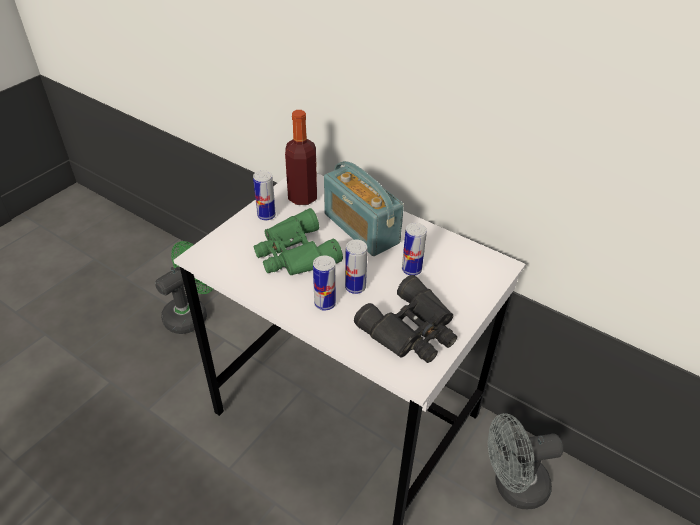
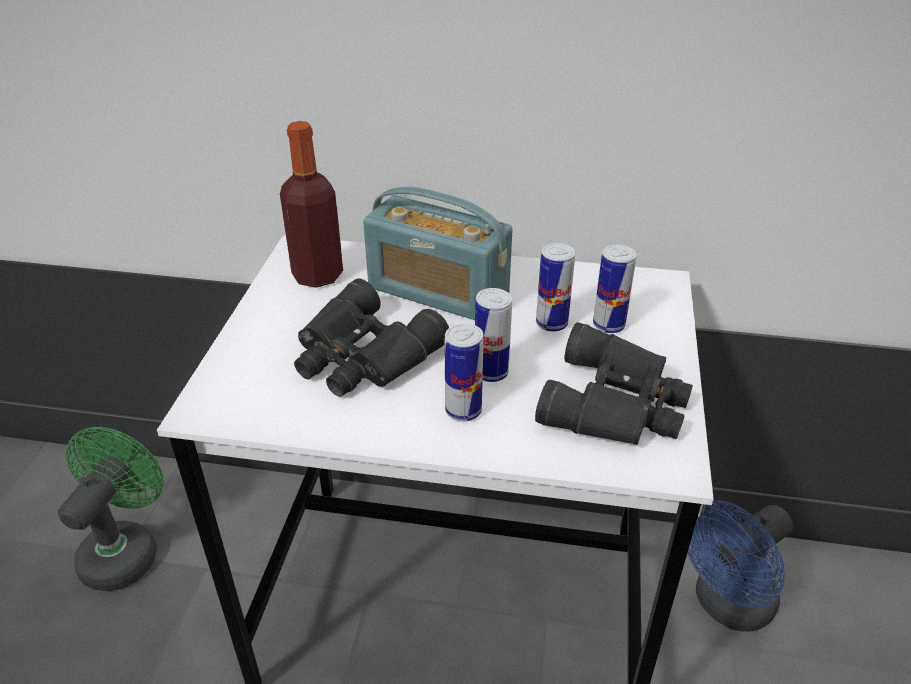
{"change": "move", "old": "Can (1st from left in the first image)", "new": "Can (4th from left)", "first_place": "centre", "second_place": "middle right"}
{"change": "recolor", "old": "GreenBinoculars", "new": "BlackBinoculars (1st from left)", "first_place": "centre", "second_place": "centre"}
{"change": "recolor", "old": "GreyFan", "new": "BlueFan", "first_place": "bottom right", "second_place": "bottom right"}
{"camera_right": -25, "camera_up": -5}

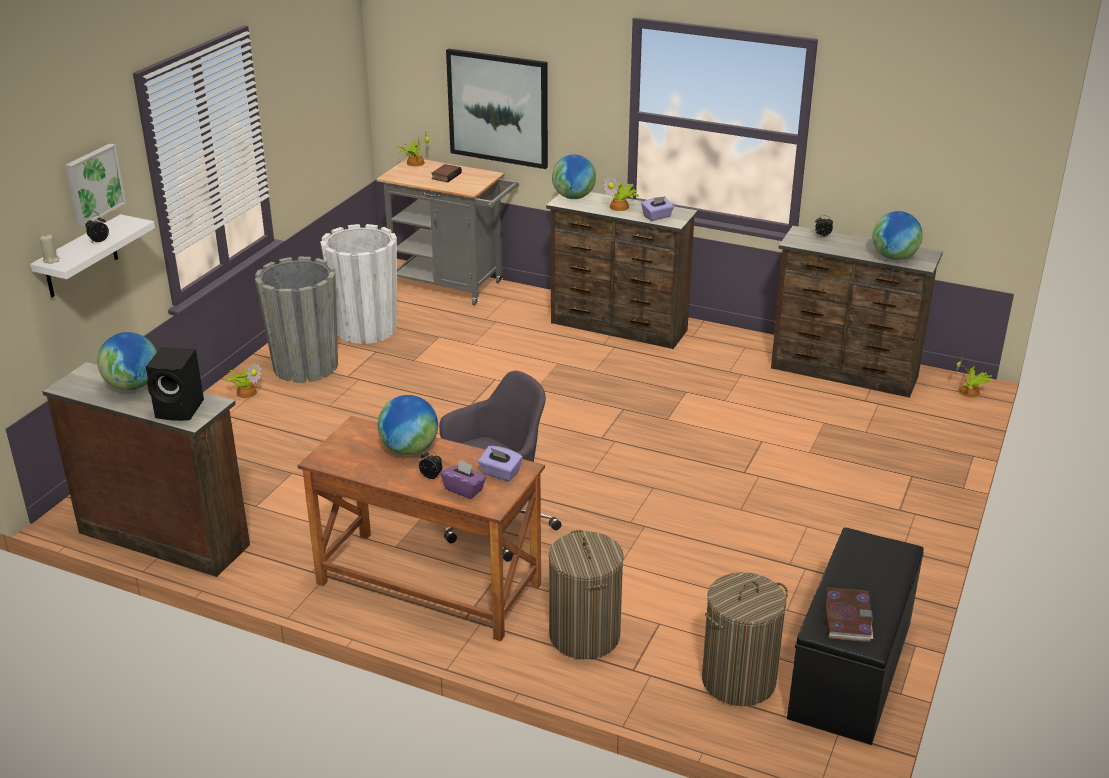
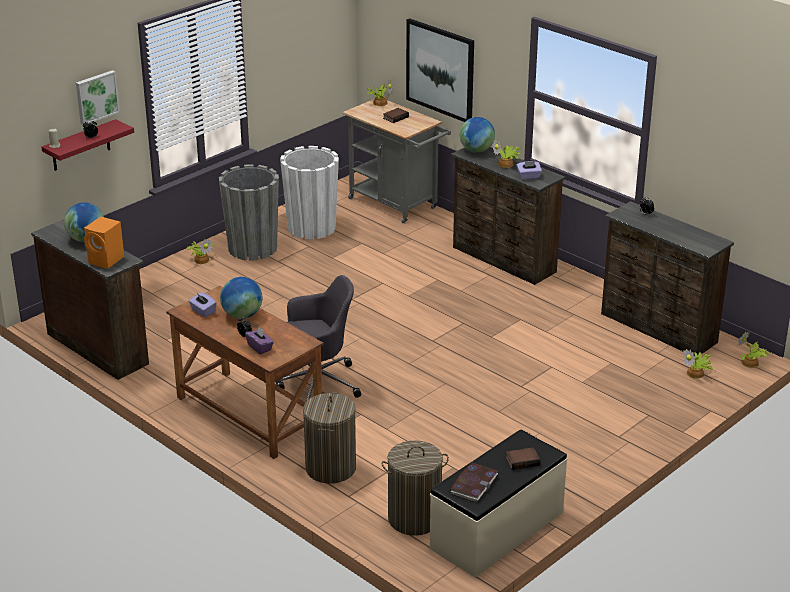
{"change": "delete", "old": "Globe (4th from left)", "first_place": "top right"}
{"change": "recolor", "old": "WhiteShelf", "new": "RedShelf", "first_place": "top left", "second_place": "top left"}
{"change": "recolor", "old": "BlackSpeaker", "new": "OrangeSpeaker", "first_place": "middle left", "second_place": "middle left"}
{"change": "move", "old": "PurpleTissueBox (2nd from left in the first image)", "new": "PurpleTissueBox (1st from left)", "first_place": "centre", "second_place": "middle left"}
{"change": "recolor", "old": "BlackBench", "new": "BeigeBench", "first_place": "bottom right", "second_place": "bottom centre"}
{"change": "insert", "new": "PottedPlant (4th from left)", "second_place": "middle right"}
{"change": "insert", "new": "Book (3rd from left)", "second_place": "bottom centre"}
{"camera_right": 20, "camera_up": 0}

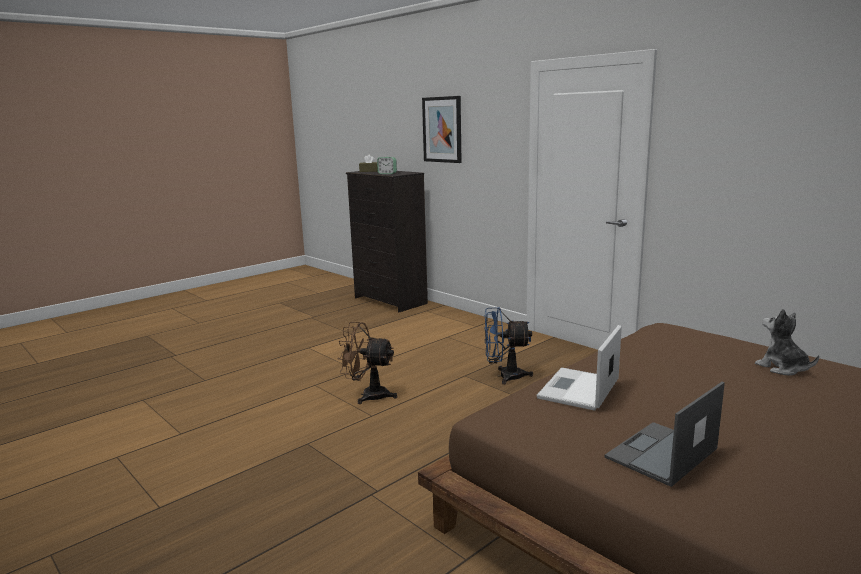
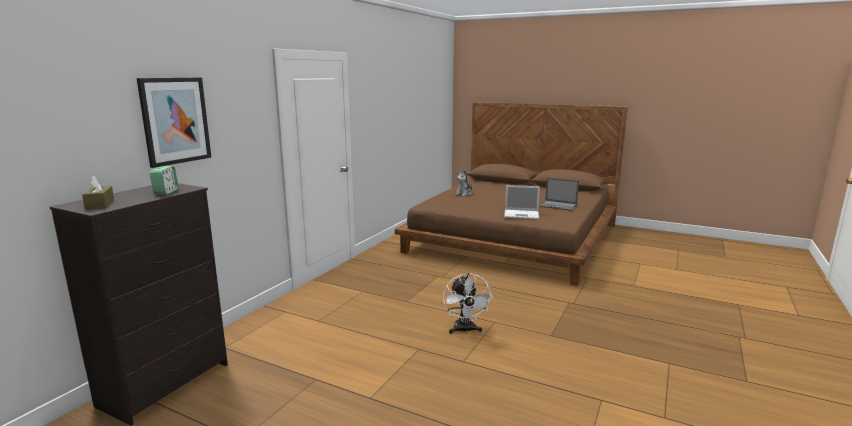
{"change": "delete", "old": "BlueFan", "first_place": "centre"}
{"change": "recolor", "old": "BrownFan", "new": "WhiteFan", "first_place": "centre", "second_place": "bottom centre"}
{"camera_right": -110, "camera_up": 0}

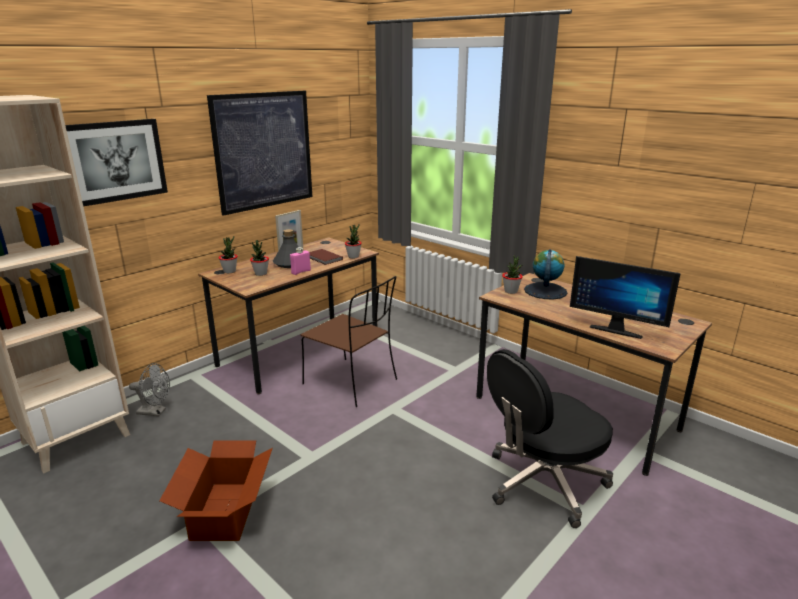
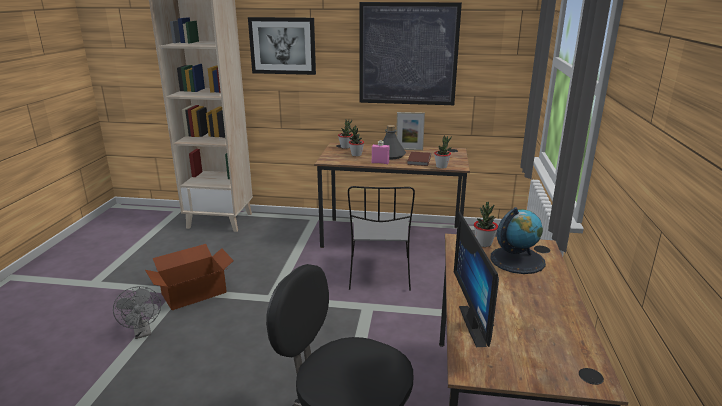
{"change": "recolor", "old": "BrownChair", "new": "GreyChair", "first_place": "centre", "second_place": "centre"}
{"change": "move", "old": "GreyFan", "first_place": "middle left", "second_place": "bottom left"}
{"camera_right": 55, "camera_up": 0}

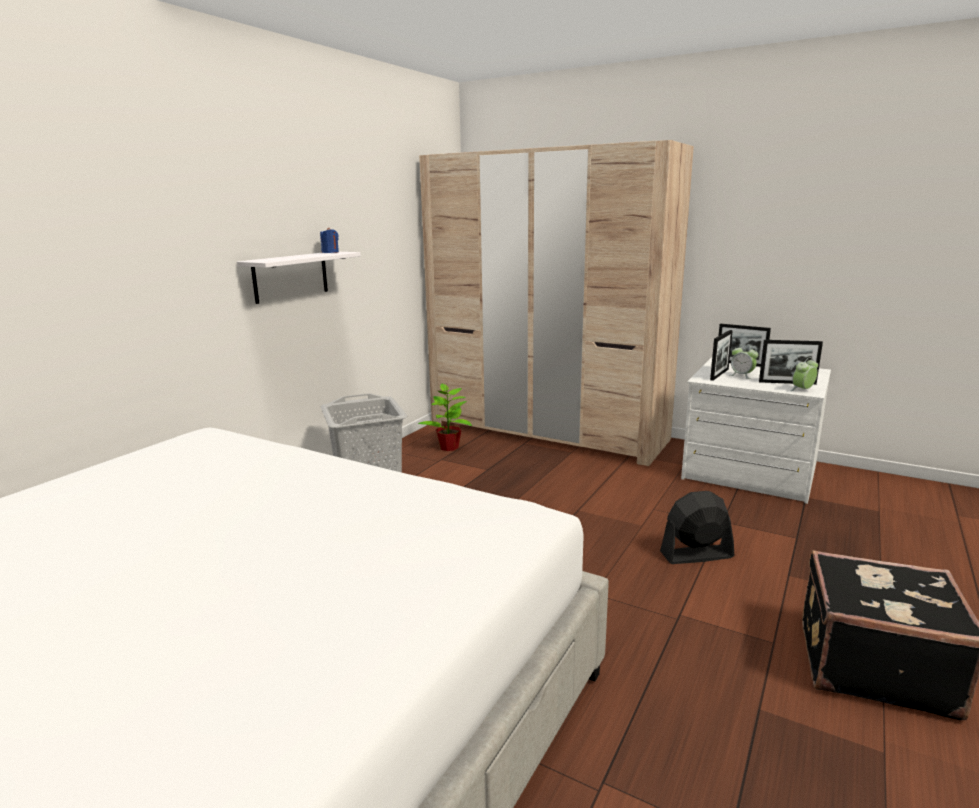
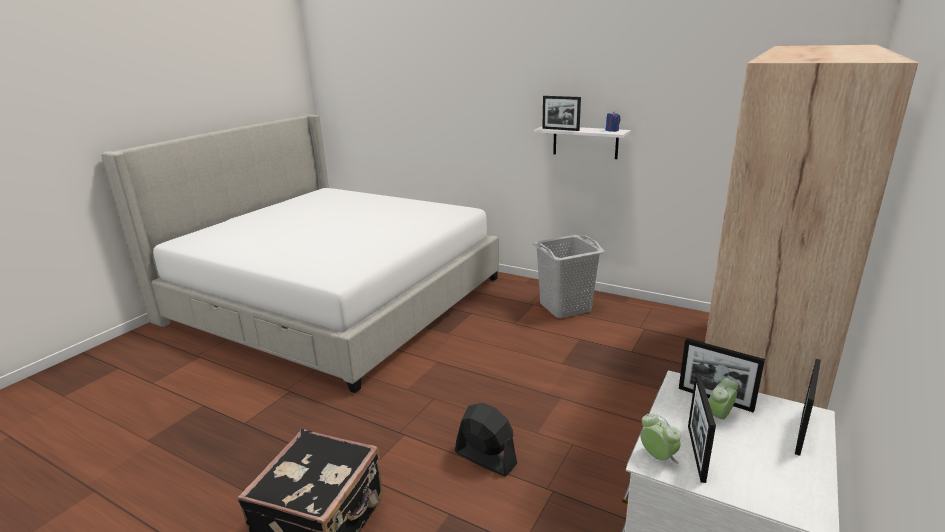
{"change": "delete", "old": "PottedPlant", "first_place": "centre"}
{"change": "rotate", "old": "BlackFan", "first_place": "middle right", "second_place": "bottom centre", "degrees": -45}
{"change": "insert", "new": "PictureFrame (1st from left)", "second_place": "top centre"}
{"camera_right": 90, "camera_up": 5}

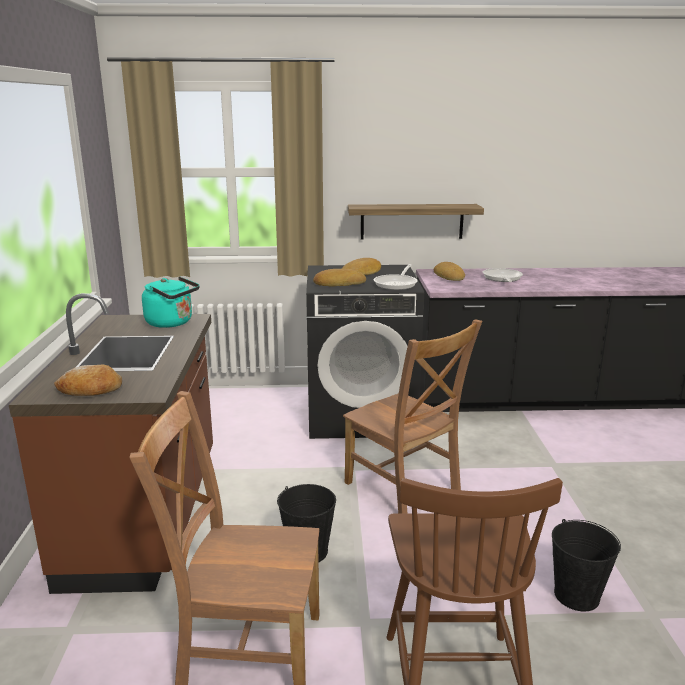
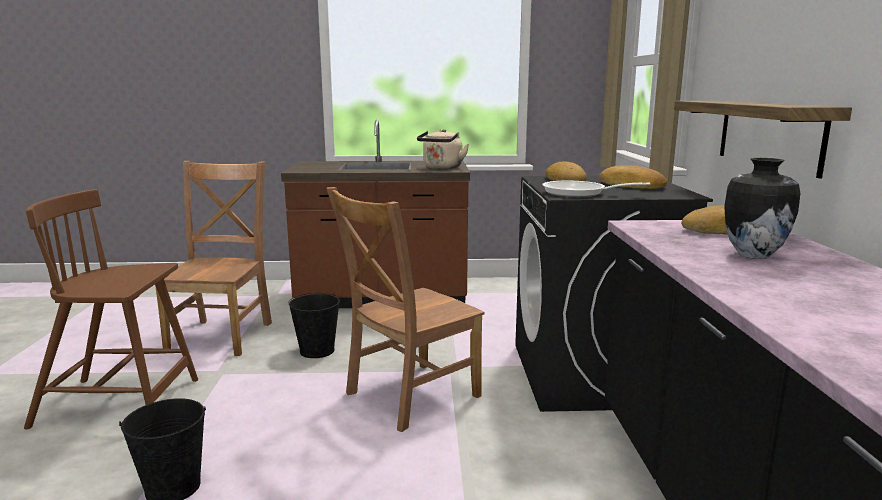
{"change": "replace", "old": "FryingPan (2nd from left)", "new": "Vase", "first_place": "middle right", "second_place": "middle right"}
{"change": "recolor", "old": "TurquoiseKettle", "new": "BeigeKettle", "first_place": "middle left", "second_place": "top centre"}
{"change": "delete", "old": "Bread (1st from left)", "first_place": "middle left"}
{"camera_right": 90, "camera_up": -5}

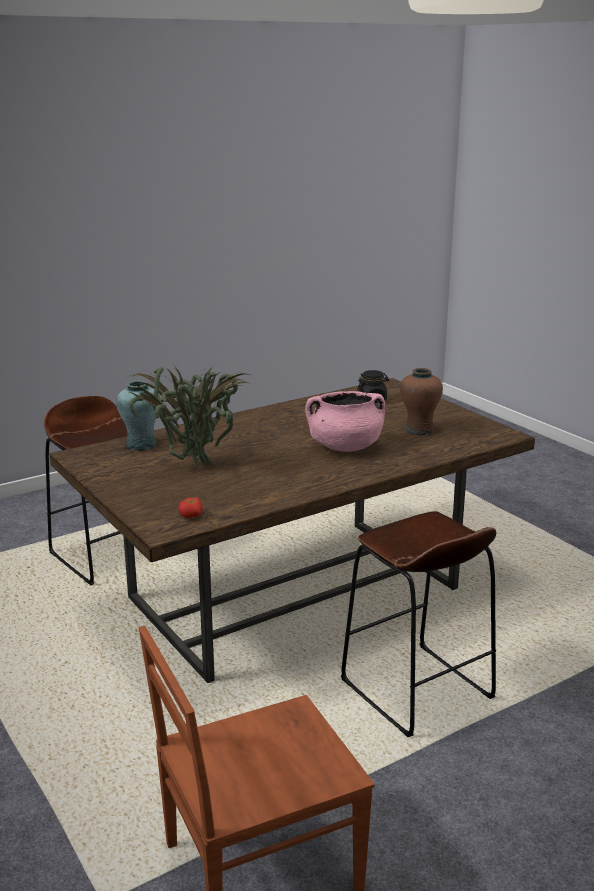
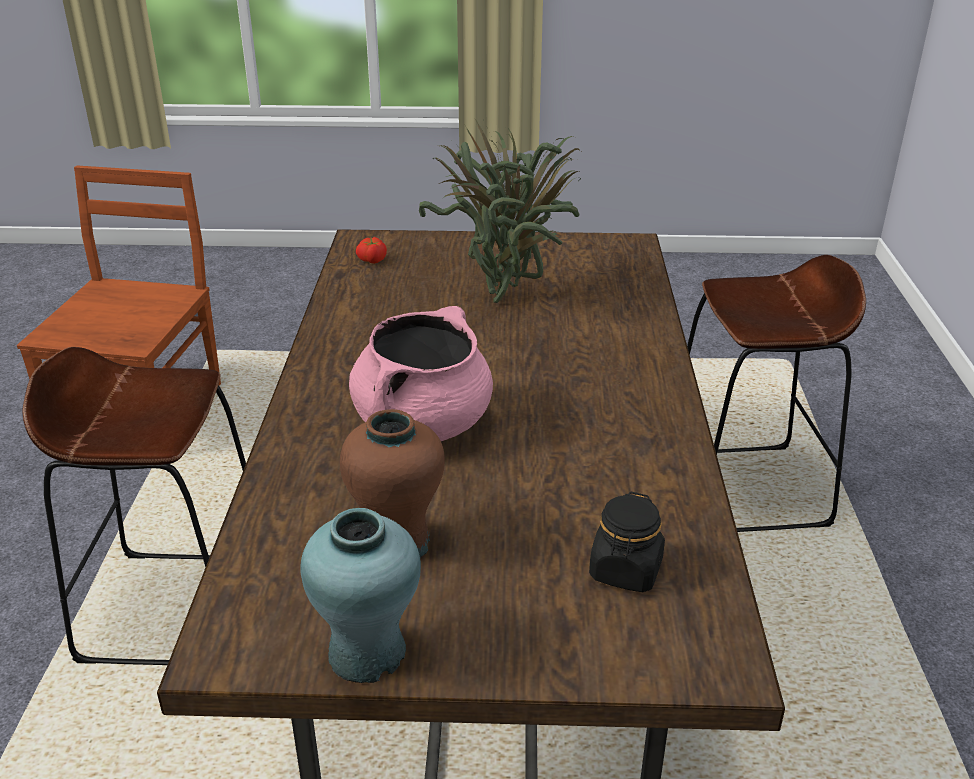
{"change": "move", "old": "TurquoiseVase", "first_place": "middle left", "second_place": "bottom centre"}
{"camera_right": 125, "camera_up": 10}

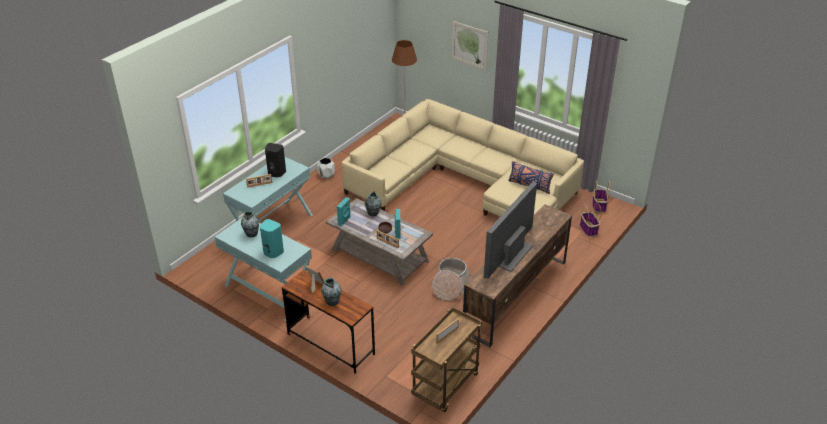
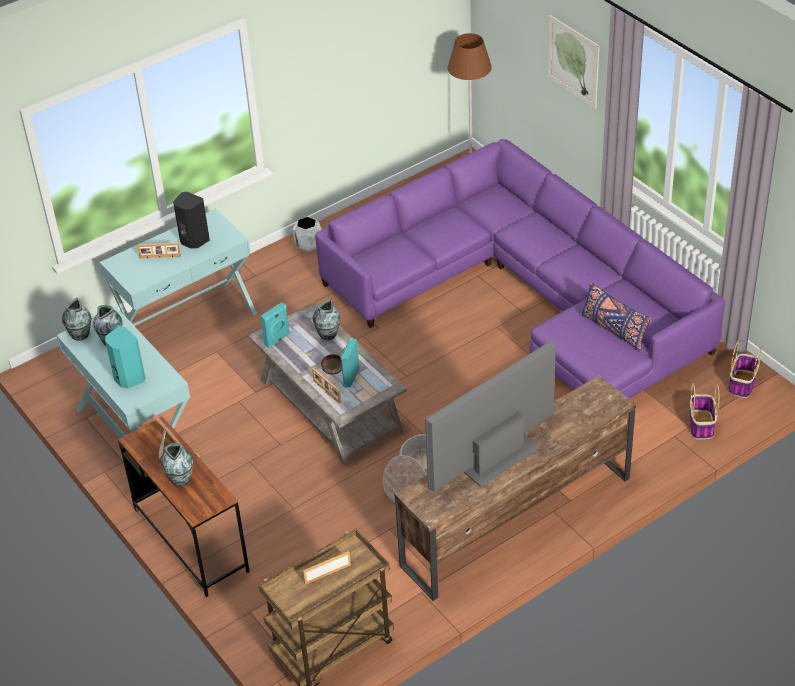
{"change": "recolor", "old": "BeigeSofa", "new": "PurpleSofa", "first_place": "centre", "second_place": "centre"}
{"change": "insert", "new": "Vase (1st from left)", "second_place": "middle left"}
{"camera_right": 20, "camera_up": 5}

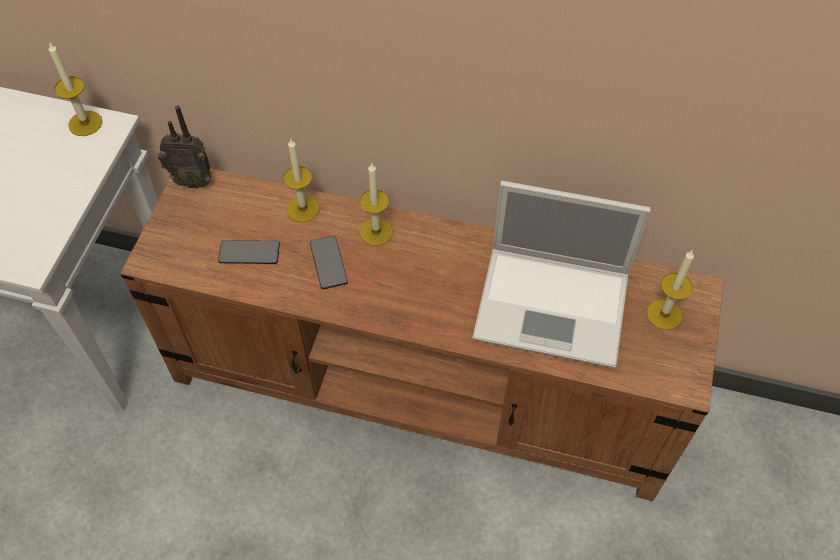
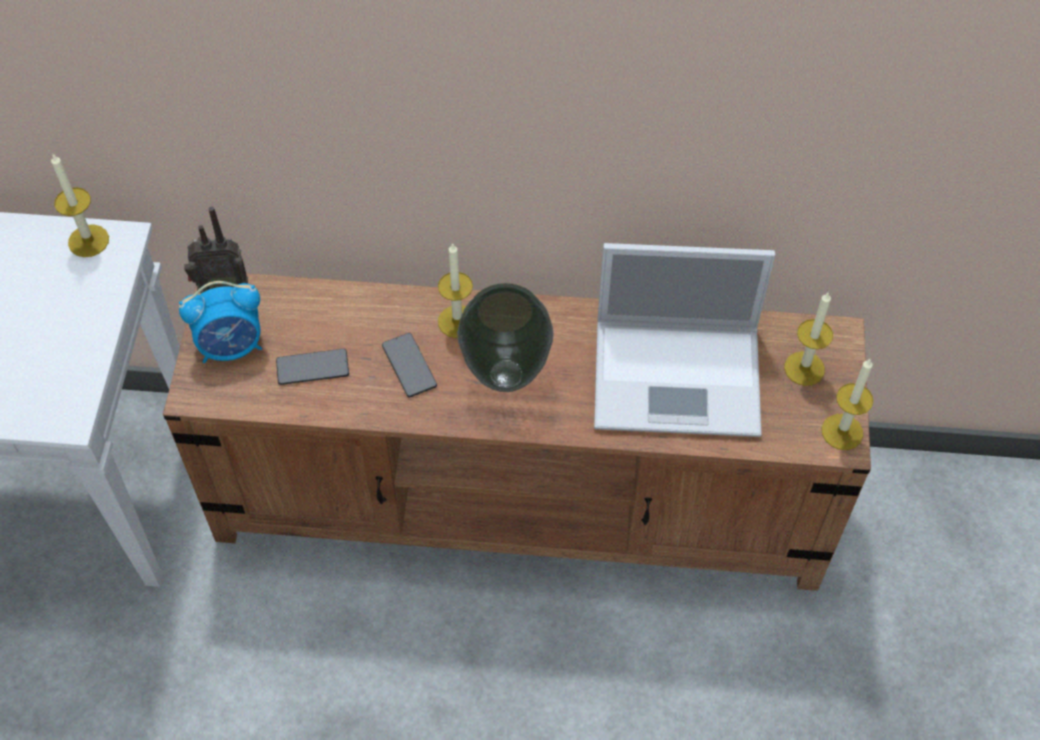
{"change": "move", "old": "Candle (2nd from left in the first image)", "new": "Candle (4th from left)", "first_place": "top centre", "second_place": "middle right"}
{"change": "insert", "new": "AlarmClock", "second_place": "middle left"}
{"change": "insert", "new": "Vase", "second_place": "centre"}
{"camera_right": -10, "camera_up": 0}

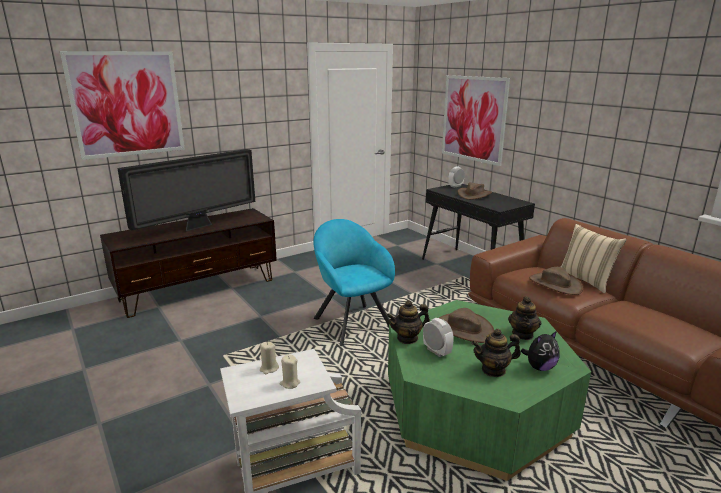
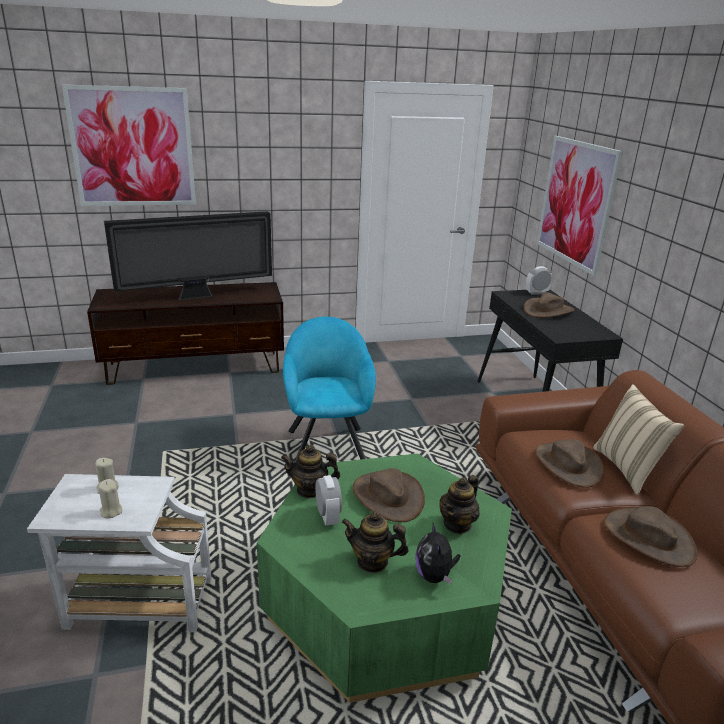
{"change": "rotate", "old": "PlushToy", "first_place": "bottom right", "second_place": "bottom centre", "degrees": 90}
{"change": "insert", "new": "BrownHat (4th from left)", "second_place": "bottom right"}
{"camera_right": 20, "camera_up": 5}

